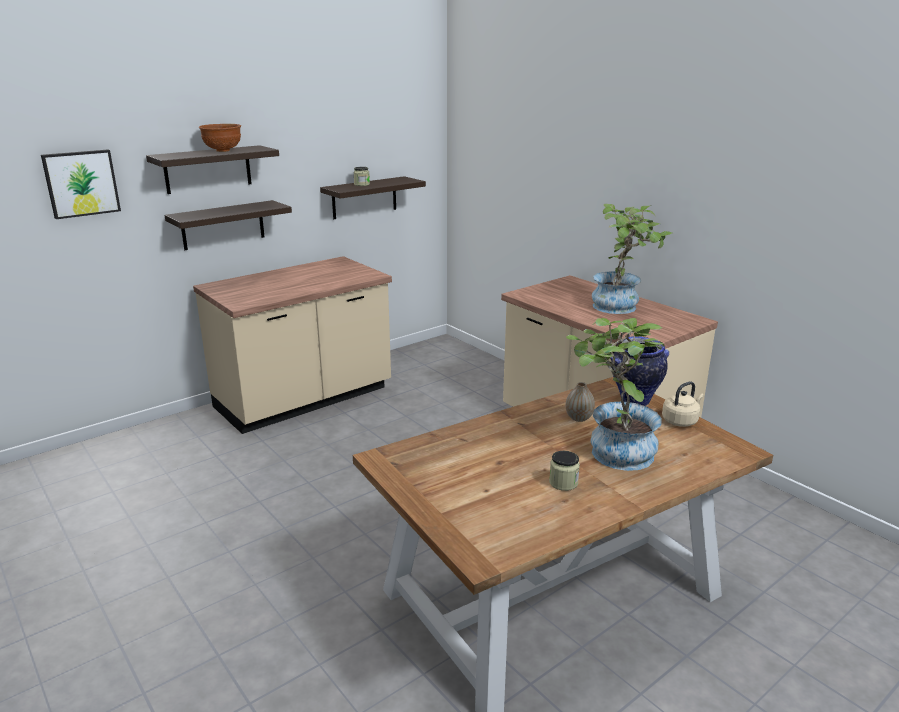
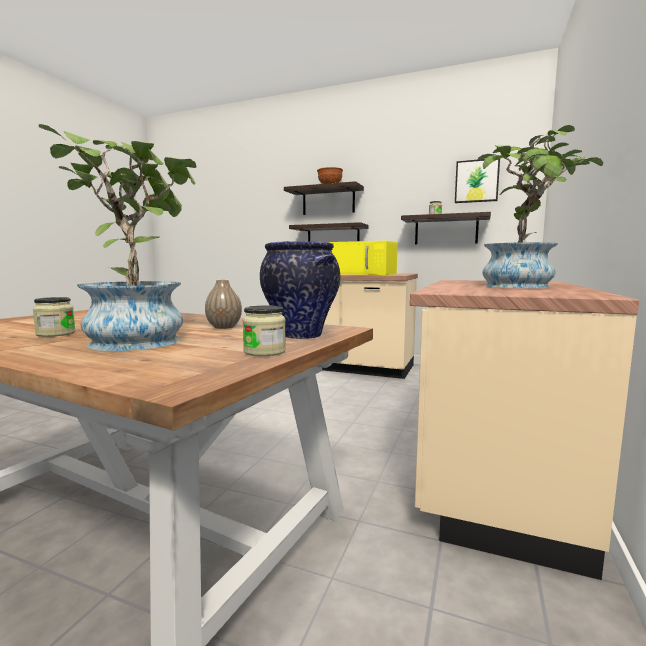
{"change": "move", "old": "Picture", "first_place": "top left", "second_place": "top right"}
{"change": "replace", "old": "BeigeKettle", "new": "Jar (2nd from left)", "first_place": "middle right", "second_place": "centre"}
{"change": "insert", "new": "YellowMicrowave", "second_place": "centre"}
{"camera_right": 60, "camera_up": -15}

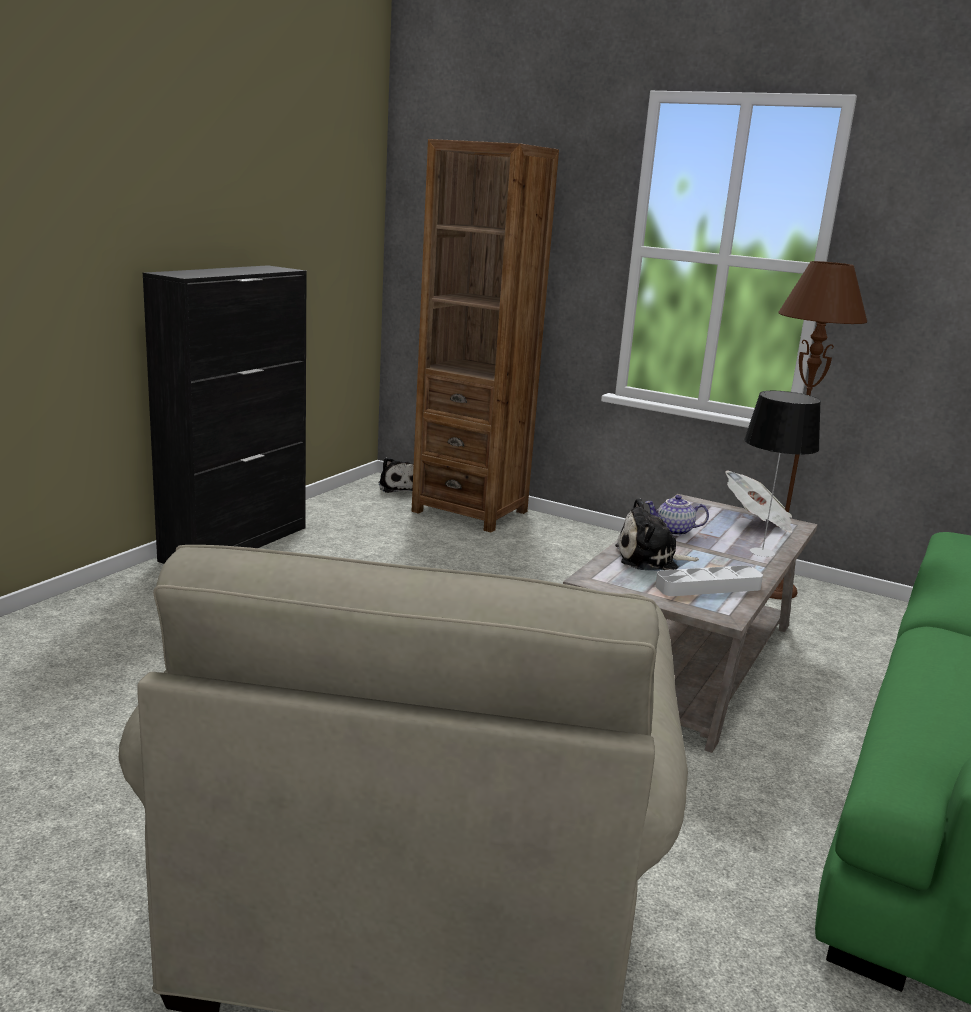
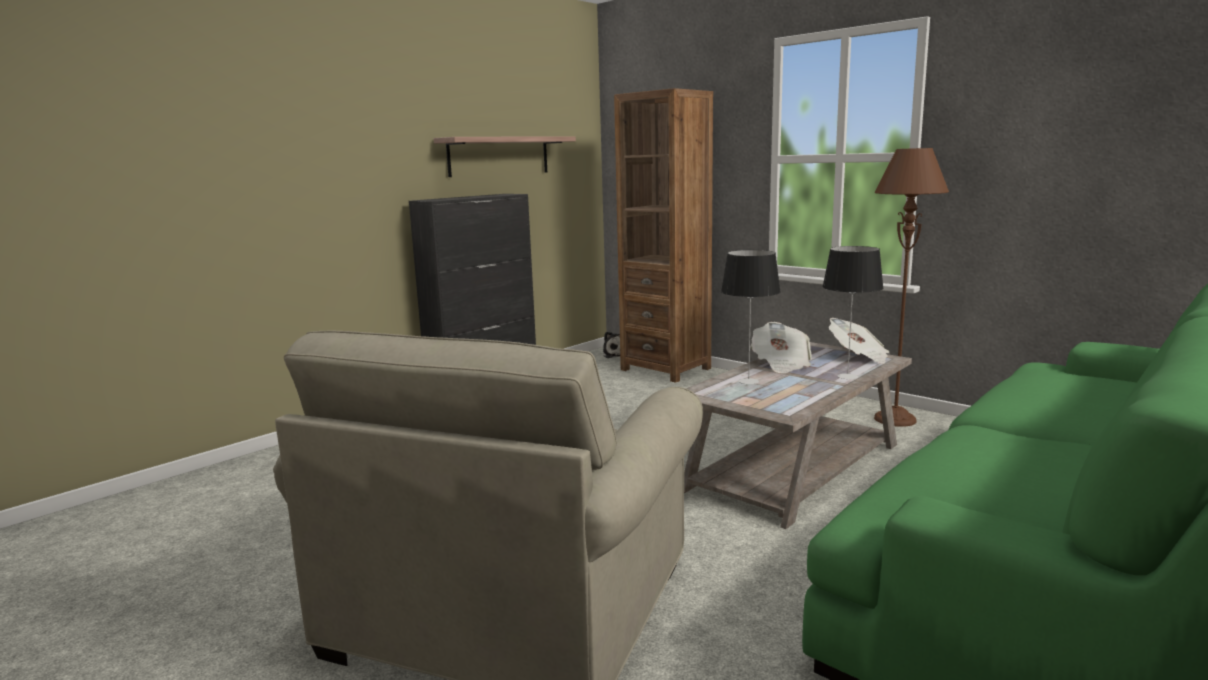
{"change": "replace", "old": "Teapot", "new": "Newspaper (1st from left)", "first_place": "middle right", "second_place": "centre"}
{"change": "replace", "old": "PlushToy (2nd from left)", "new": "TableLamp (1st from left)", "first_place": "middle right", "second_place": "centre"}
{"change": "delete", "old": "GreyTray", "first_place": "middle right"}
{"change": "insert", "new": "Shelf", "second_place": "top centre"}
{"camera_right": 15, "camera_up": -5}

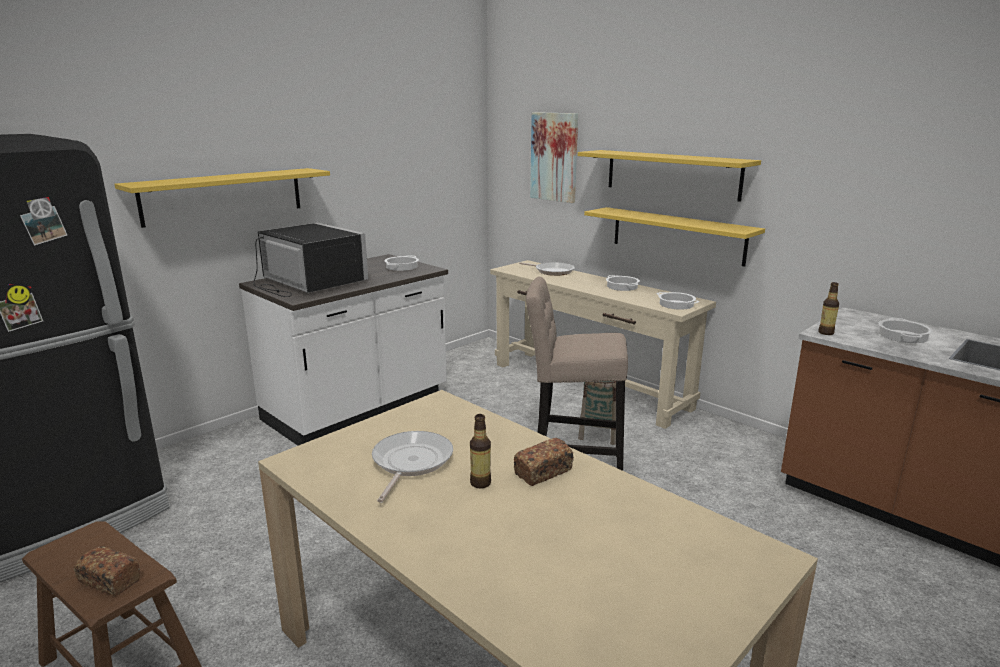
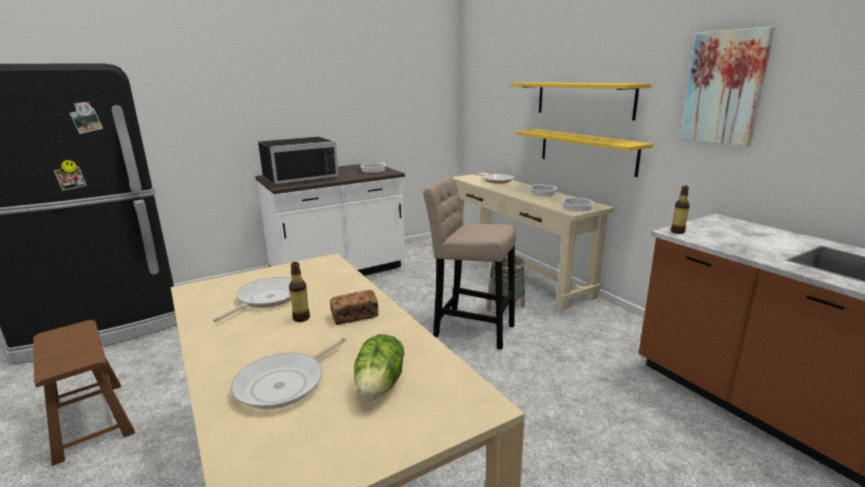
{"change": "move", "old": "Picture", "first_place": "top centre", "second_place": "top right"}
{"change": "delete", "old": "YellowShelf (1st from left)", "first_place": "top left"}
{"change": "rotate", "old": "BlackMicrowave", "first_place": "middle left", "second_place": "top centre", "degrees": 90}
{"change": "delete", "old": "CookingPot (4th from left)", "first_place": "middle right"}
{"change": "delete", "old": "Bread (1st from left)", "first_place": "bottom left"}
{"change": "insert", "new": "Lettuce", "second_place": "bottom centre"}
{"change": "insert", "new": "FryingPan (2nd from left)", "second_place": "bottom centre"}
{"camera_right": 15, "camera_up": 0}

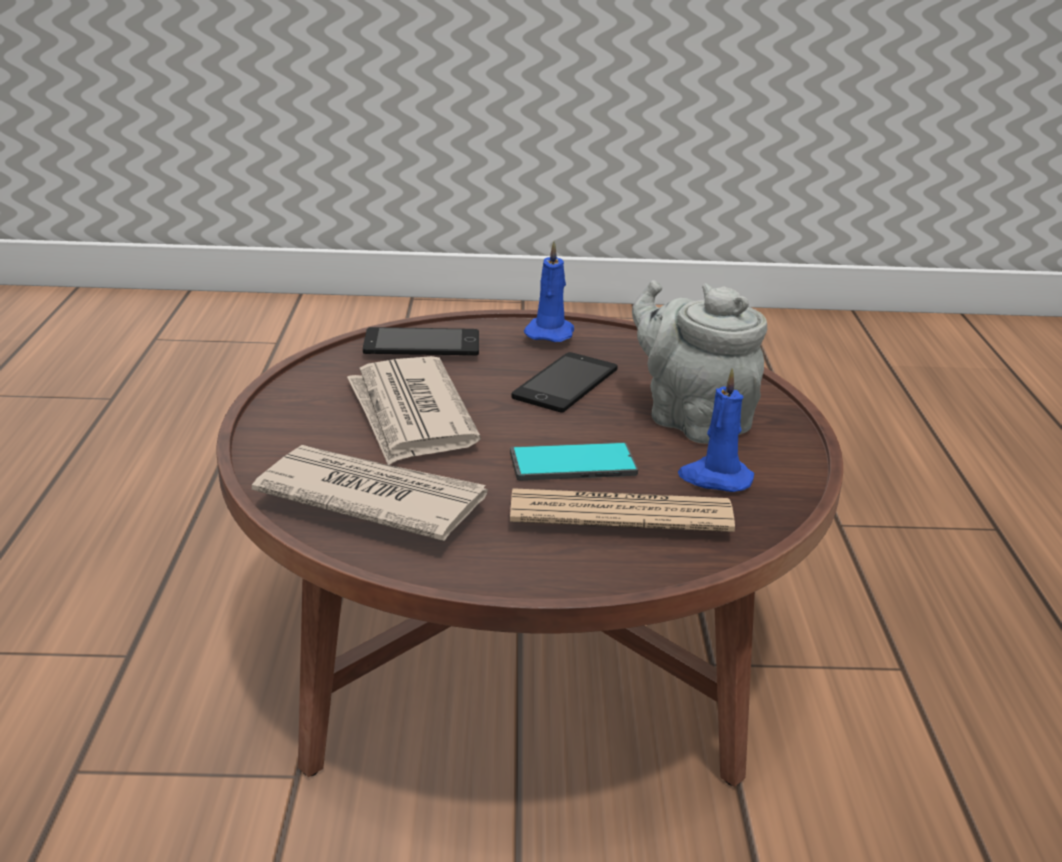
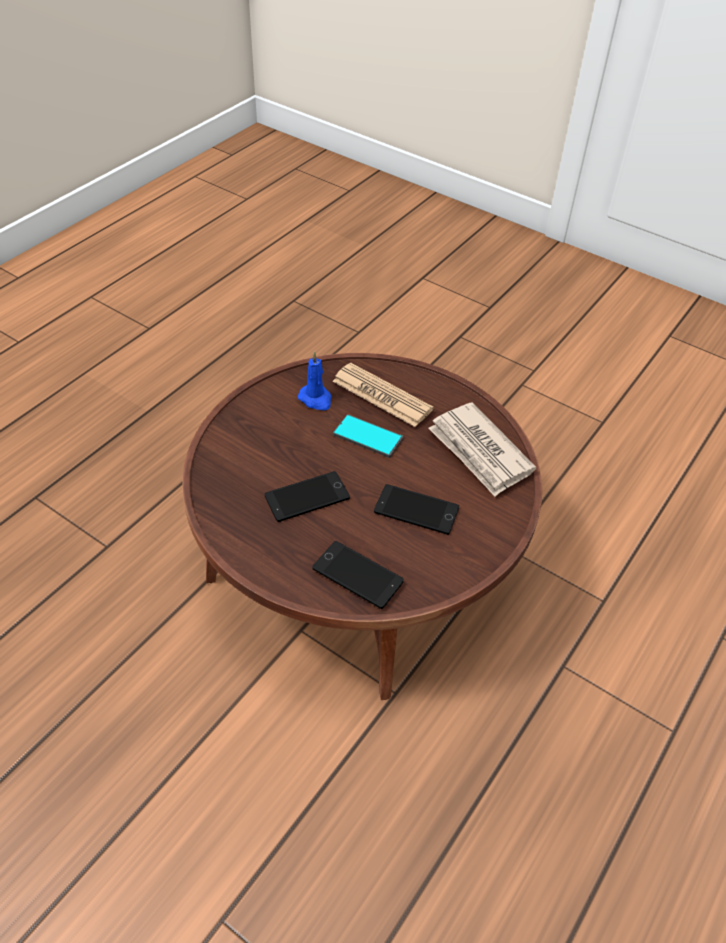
{"change": "delete", "old": "BlueCandle (1st from left)", "first_place": "centre"}
{"change": "delete", "old": "GreyTeapot", "first_place": "centre"}
{"change": "replace", "old": "Newspaper (2nd from left)", "new": "Phone (4th from left)", "first_place": "centre", "second_place": "centre"}
{"camera_right": -145, "camera_up": 20}

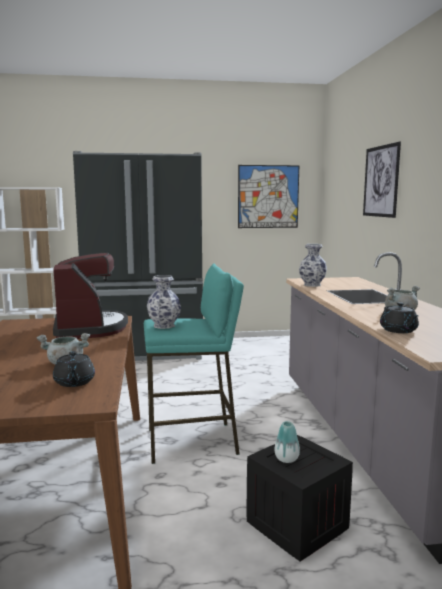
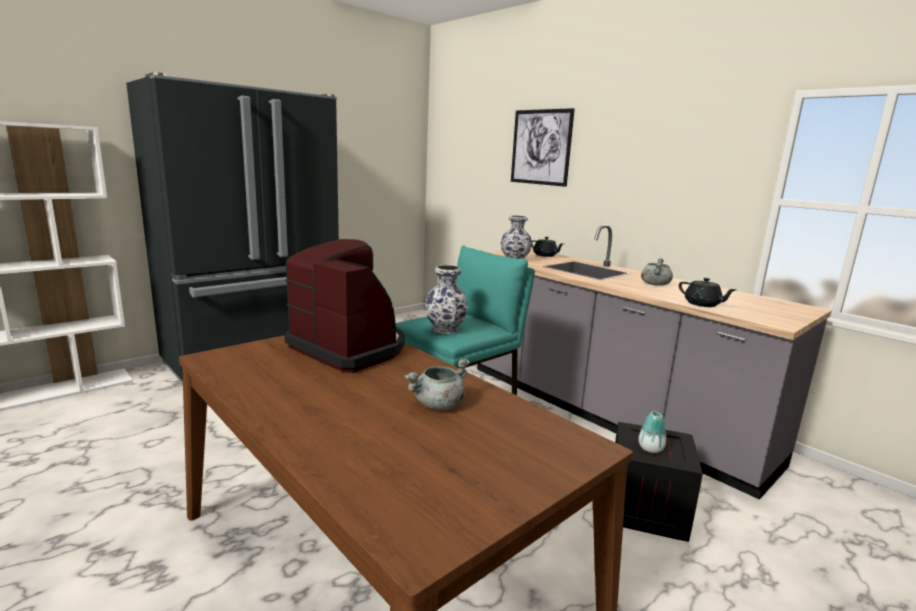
{"change": "delete", "old": "Picture (1st from left)", "first_place": "top centre"}
{"change": "move", "old": "BlackTeapot (1st from left)", "first_place": "middle left", "second_place": "centre"}
{"camera_right": -35, "camera_up": 5}

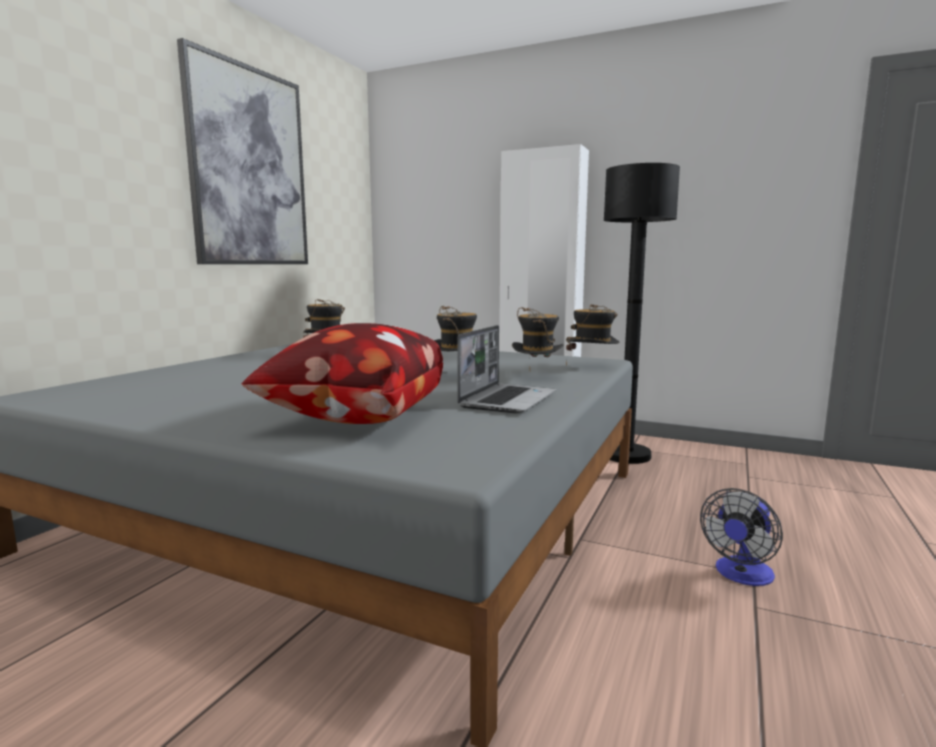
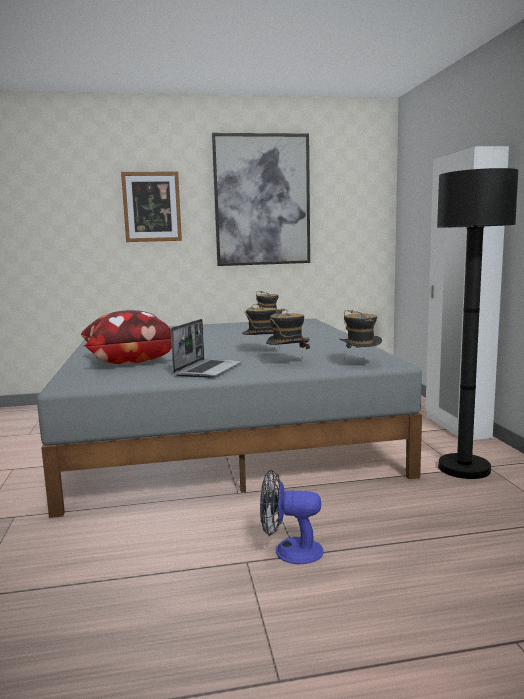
{"change": "rotate", "old": "Laptop", "first_place": "centre", "second_place": "centre", "degrees": -60}
{"change": "insert", "new": "Picture (1st from left)", "second_place": "top left"}
{"camera_right": 55, "camera_up": 0}

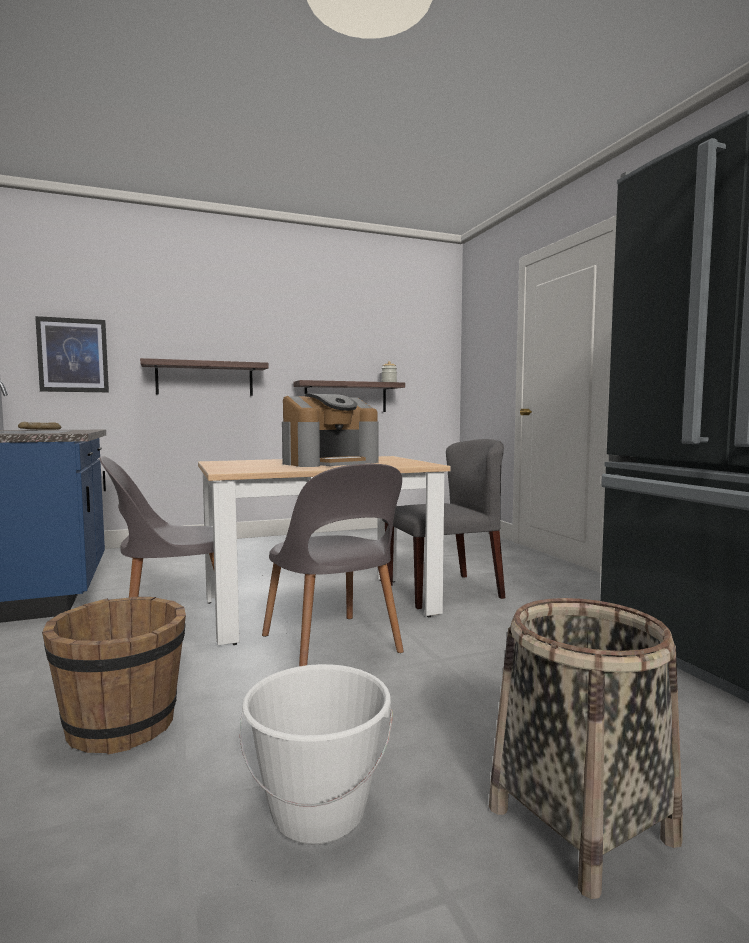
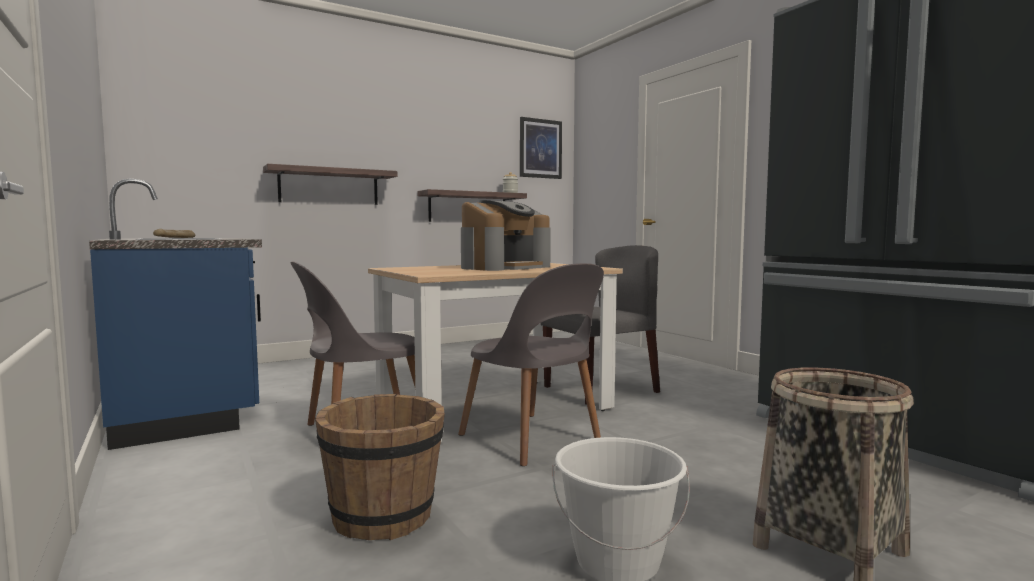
{"change": "move", "old": "Picture", "first_place": "middle left", "second_place": "top centre"}
{"camera_right": -10, "camera_up": 0}

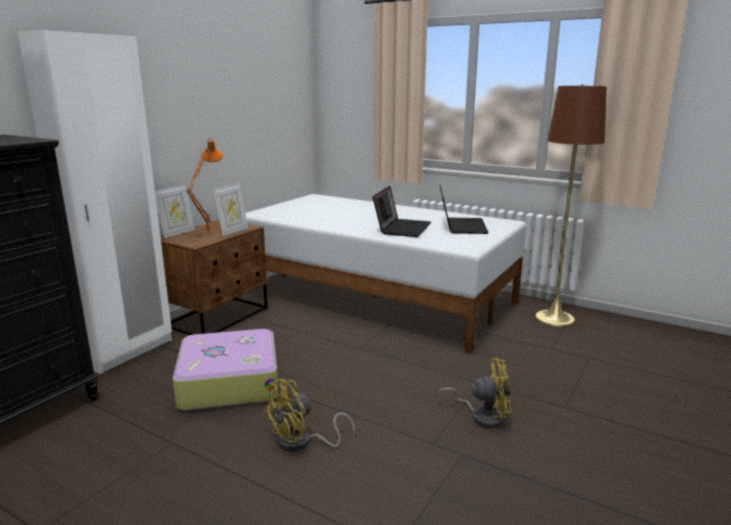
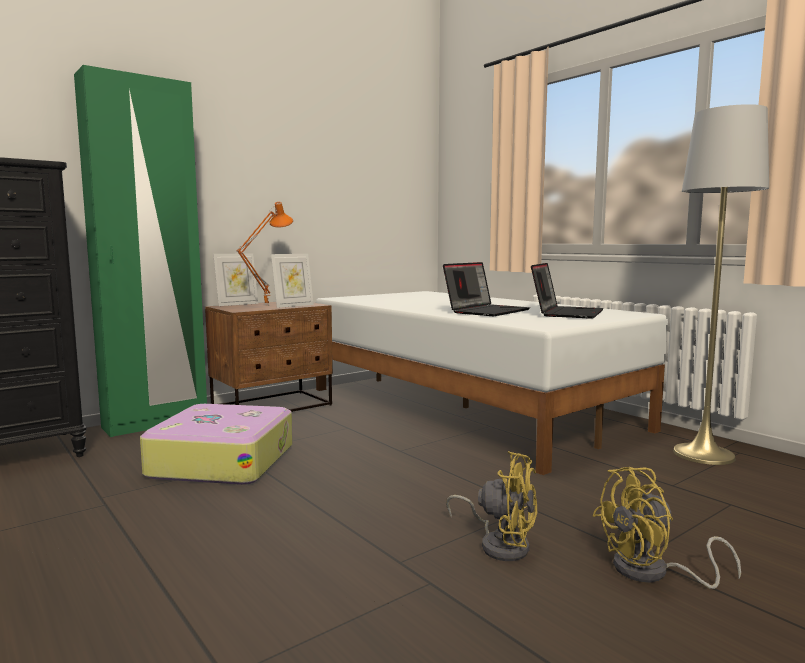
{"change": "recolor", "old": "WhiteWardrobe", "new": "GreenWardrobe", "first_place": "middle left", "second_place": "middle left"}
{"change": "recolor", "old": "BrownFloorLamp", "new": "GreyFloorLamp", "first_place": "middle right", "second_place": "middle right"}
{"change": "move", "old": "YellowFan (1st from left in the first image)", "new": "YellowFan (2nd from left)", "first_place": "bottom centre", "second_place": "bottom right"}
{"camera_right": 20, "camera_up": -10}

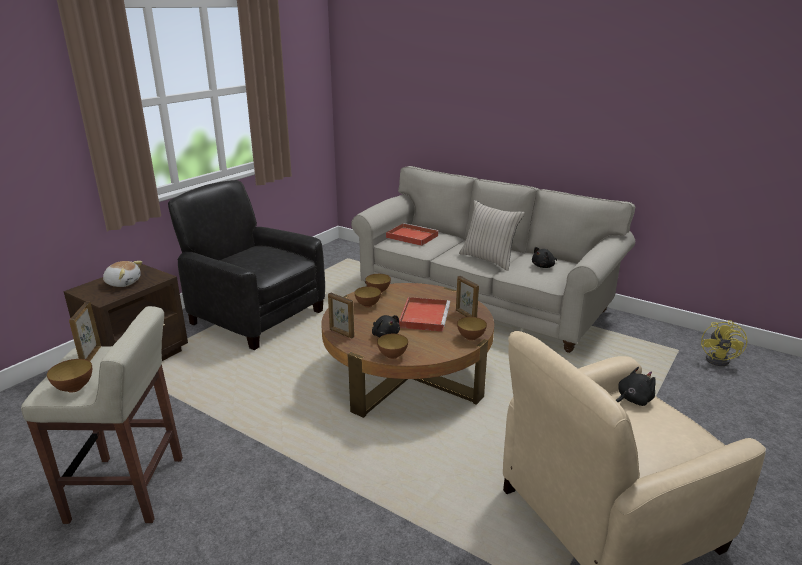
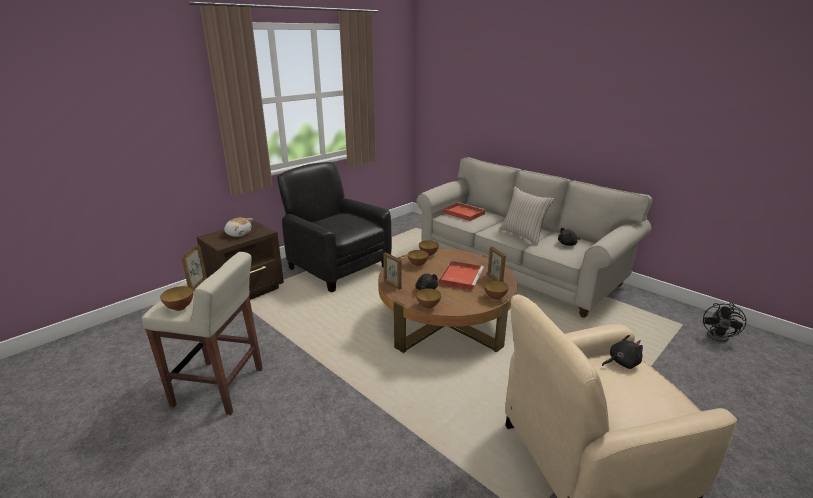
{"change": "recolor", "old": "YellowFan", "new": "BlackFan", "first_place": "middle right", "second_place": "middle right"}
{"camera_right": 10, "camera_up": 0}

